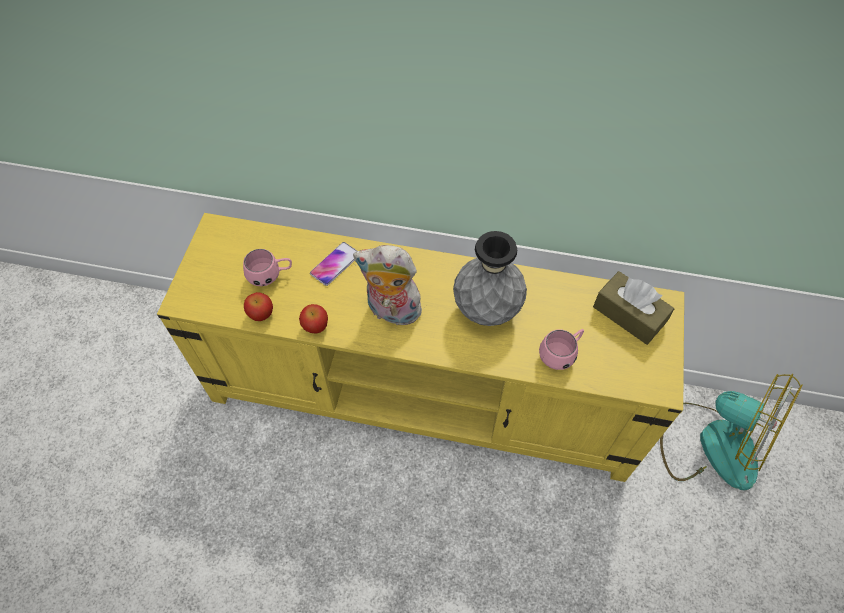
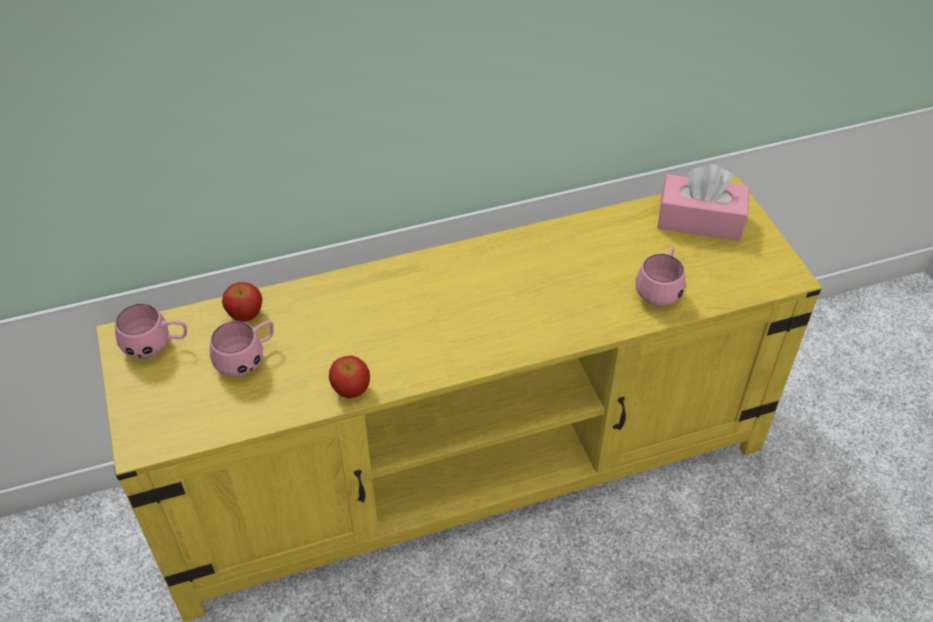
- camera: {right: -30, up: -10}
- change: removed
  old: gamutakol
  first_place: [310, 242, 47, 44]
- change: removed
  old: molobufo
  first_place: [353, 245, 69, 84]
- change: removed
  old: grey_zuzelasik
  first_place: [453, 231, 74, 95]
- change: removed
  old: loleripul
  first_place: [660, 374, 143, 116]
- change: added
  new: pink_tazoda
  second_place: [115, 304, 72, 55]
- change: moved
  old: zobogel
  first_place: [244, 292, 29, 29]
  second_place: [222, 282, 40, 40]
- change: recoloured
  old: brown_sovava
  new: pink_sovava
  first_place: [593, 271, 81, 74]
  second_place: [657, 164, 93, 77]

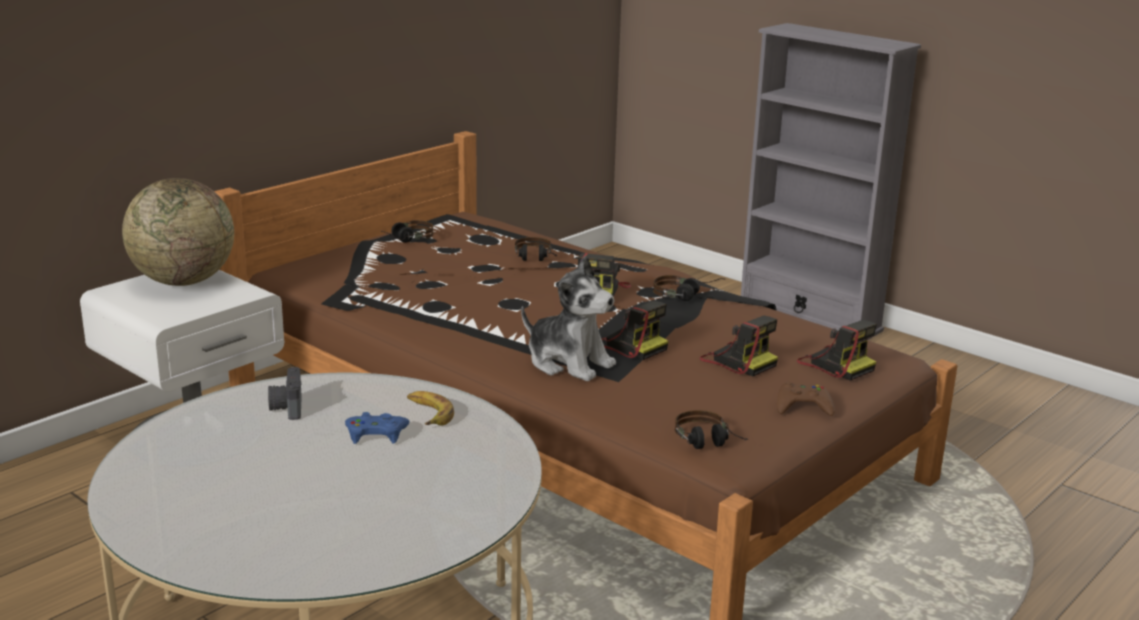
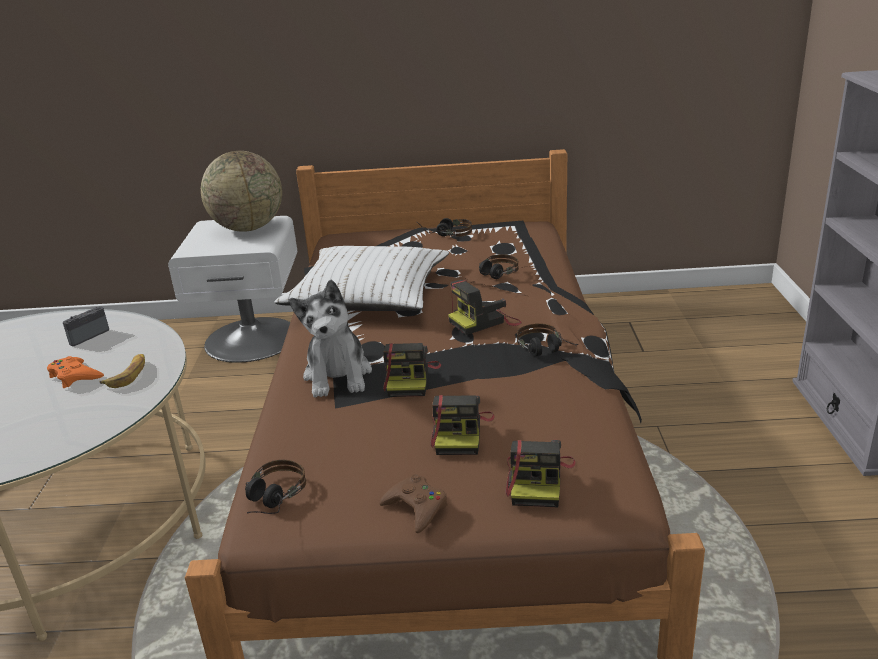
- camera: {right: 50, up: 5}
- change: added
  new: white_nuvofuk
  second_place: [274, 246, 175, 65]
- change: recoloured
  old: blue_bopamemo
  new: orange_bopamemo
  first_place: [345, 412, 64, 32]
  second_place: [47, 356, 57, 32]

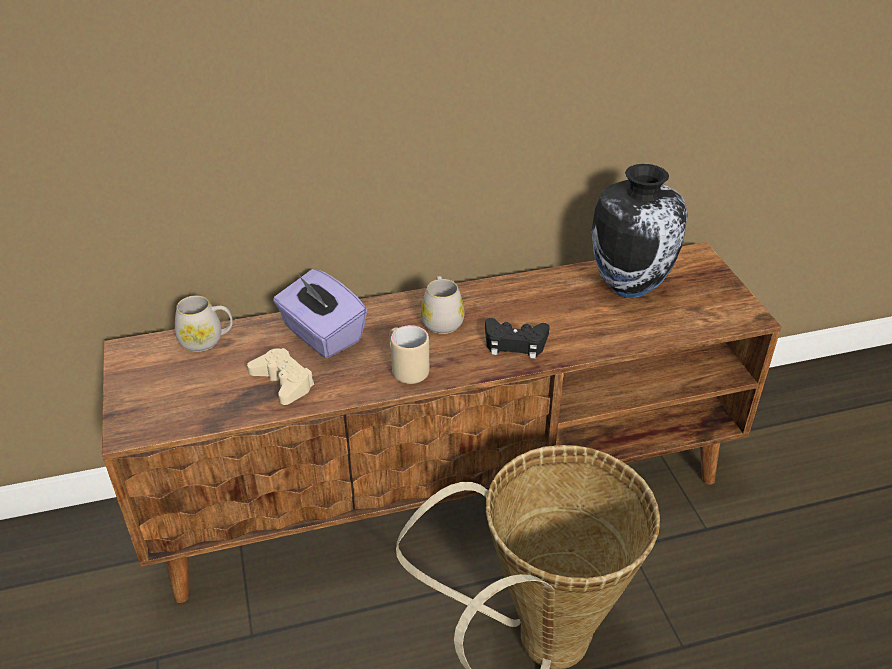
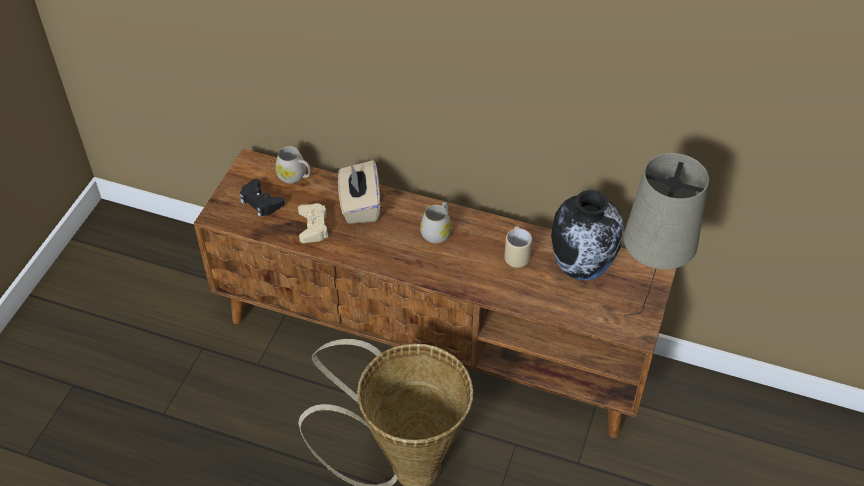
- camera: {right: 35, up: 10}
- change: added
  new: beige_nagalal
  second_place: [624, 153, 85, 163]
- change: moved
  old: beige_tazoda
  first_place: [389, 325, 40, 59]
  second_place: [504, 226, 28, 42]
- change: moved
  old: black_bopamemo
  first_place: [485, 318, 65, 41]
  second_place: [240, 178, 45, 39]
- change: recoloured
  old: purple_sovava
  new: beige_sovava
  first_place: [273, 269, 94, 89]
  second_place: [338, 160, 42, 64]

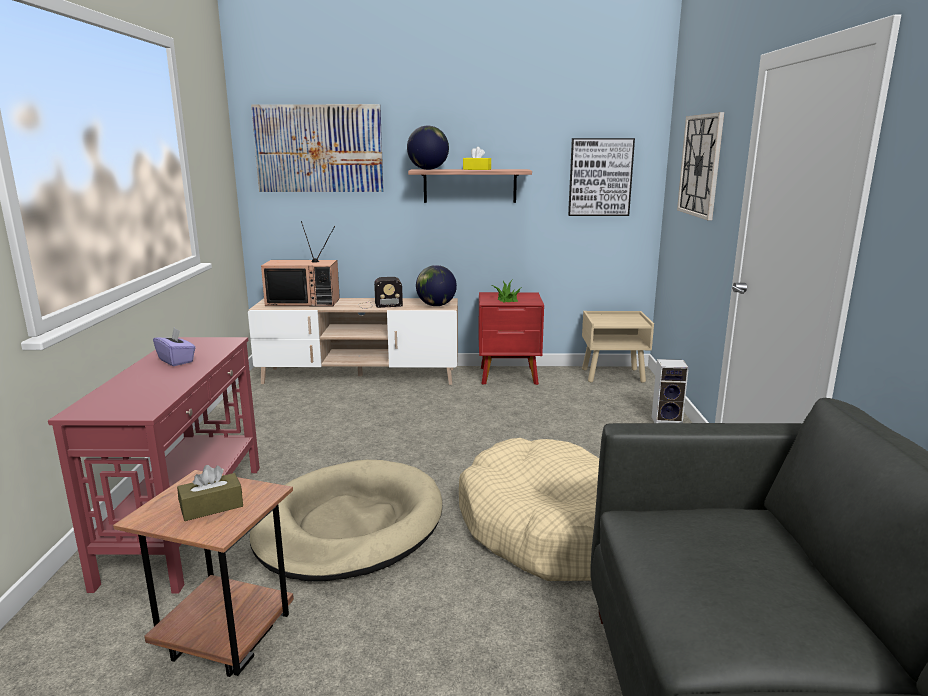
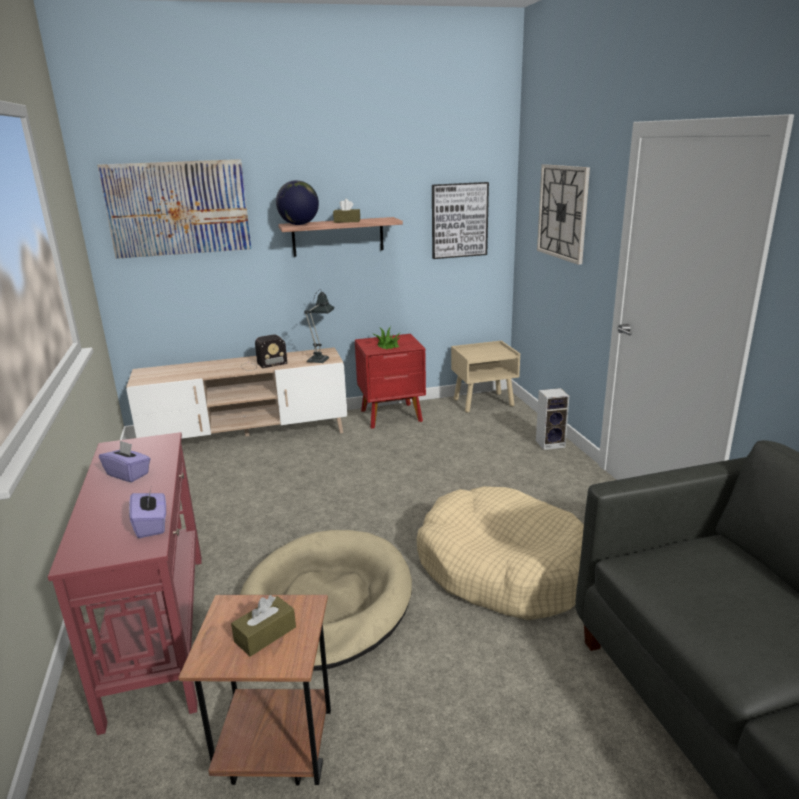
- camera: {right: -15, up: 5}
- change: removed
  old: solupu
  first_place: [261, 221, 79, 85]
- change: added
  new: purple_sovava
  second_place: [129, 485, 37, 53]
- change: replaced
  old: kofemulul
  new: nagalal
  first_place: [416, 265, 41, 41]
  second_place: [304, 289, 30, 74]
- change: recoloured
  old: yellow_sovava
  new: brown_sovava
  first_place: [463, 147, 28, 23]
  second_place: [333, 199, 27, 24]

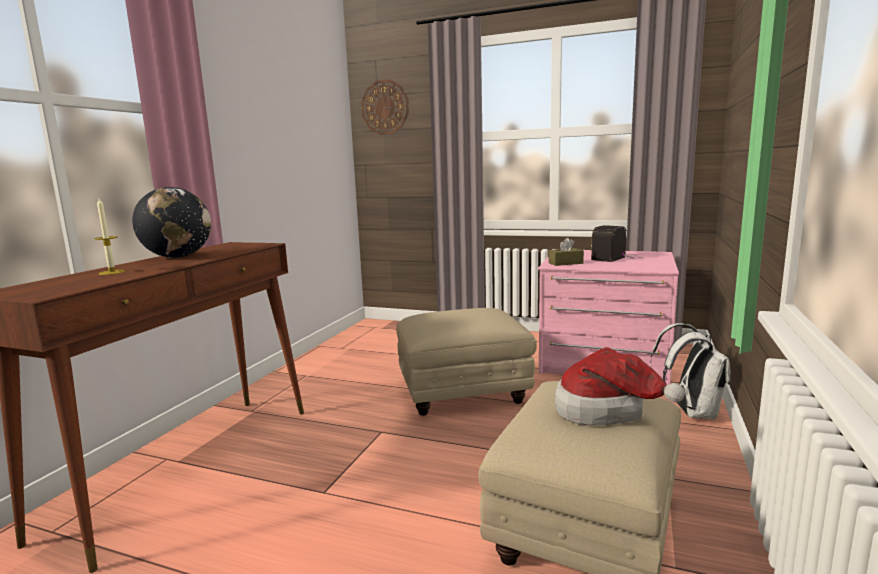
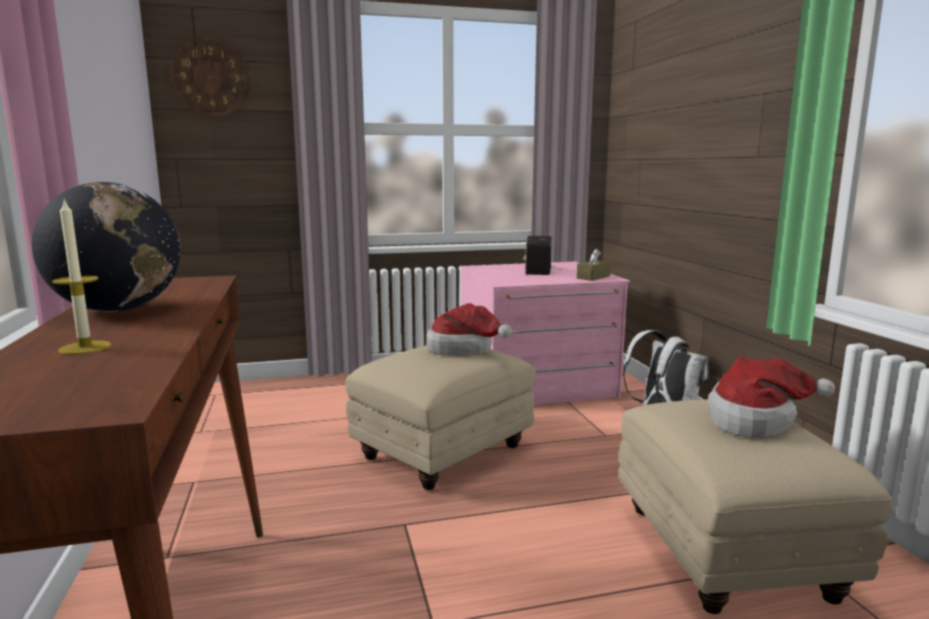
- camera: {right: -35, up: 0}
- change: added
  new: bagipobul
  second_place: [427, 303, 85, 52]
- change: moved
  old: brown_sovava
  first_place: [548, 238, 36, 28]
  second_place: [577, 249, 34, 32]

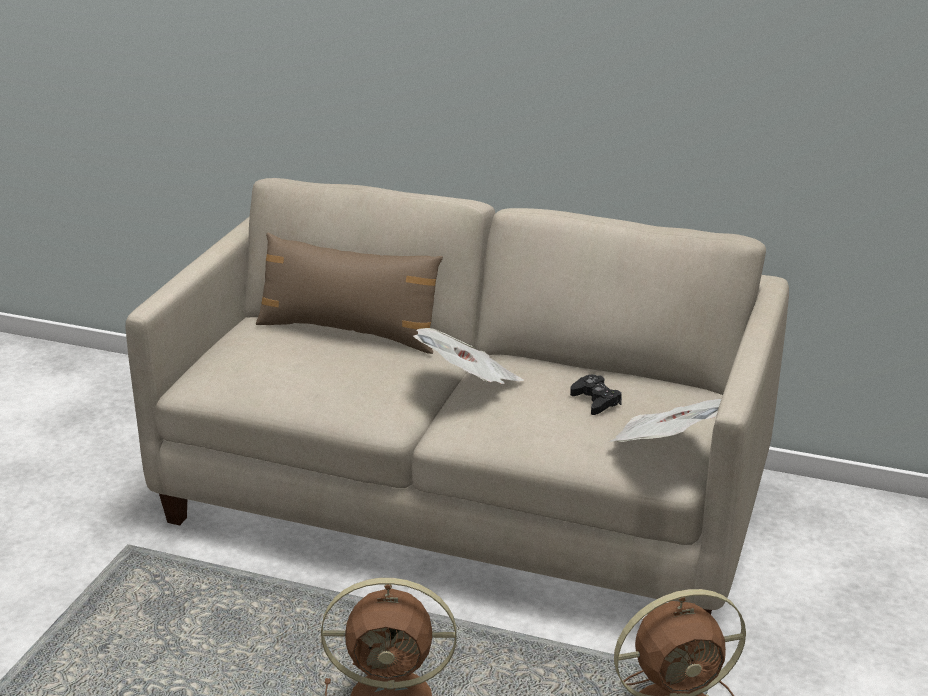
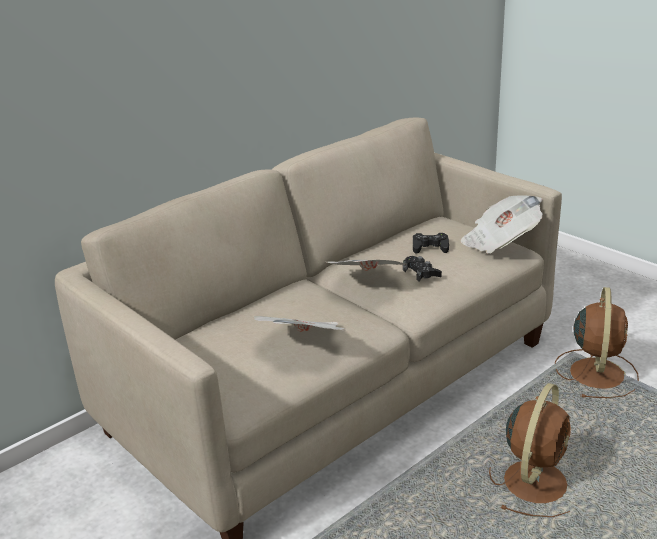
- camera: {right: -60, up: 0}
- change: removed
  old: brown_nuvofuk
  first_place: [256, 233, 187, 121]
- change: added
  new: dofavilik
  second_place: [253, 316, 92, 16]
- change: added
  new: black_bopamemo
  second_place: [403, 256, 39, 26]

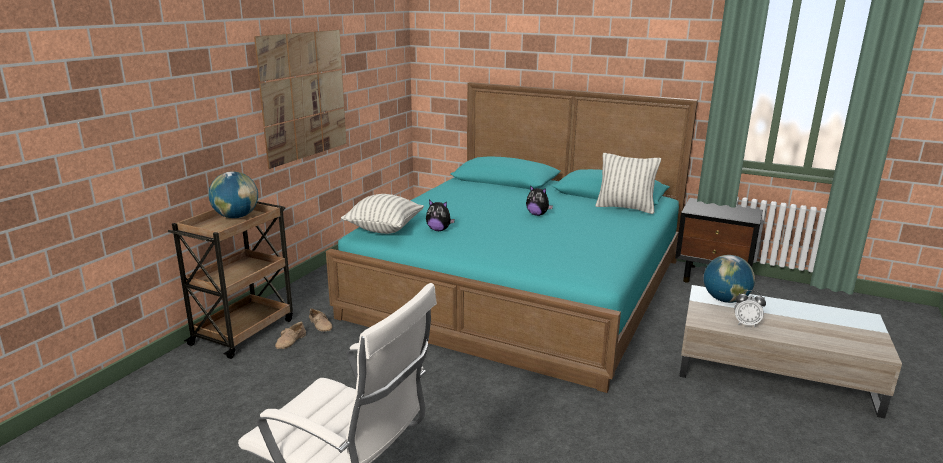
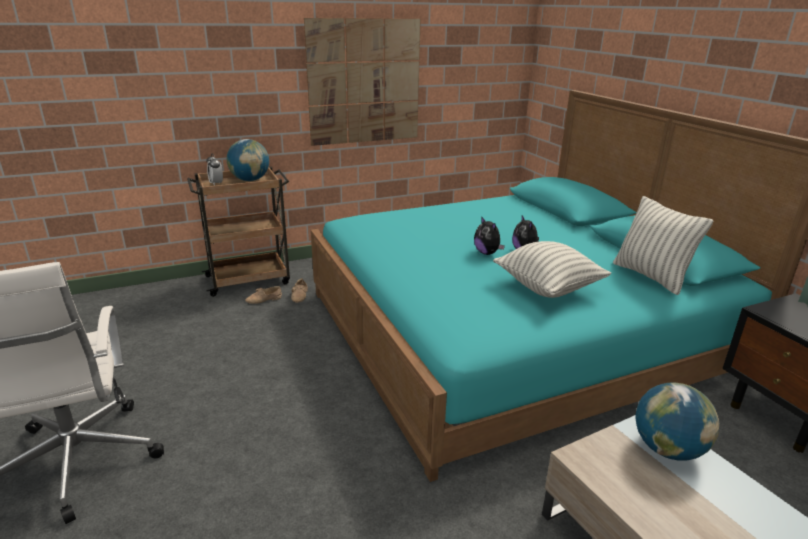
- camera: {right: 40, up: 5}
- change: moved
  old: nuvofuk
  first_place: [341, 194, 83, 40]
  second_place: [493, 241, 118, 57]
- change: moved
  old: molobufo
  first_place: [426, 200, 29, 31]
  second_place: [474, 216, 31, 39]
- change: moved
  old: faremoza
  first_place: [735, 290, 31, 37]
  second_place: [206, 153, 17, 33]

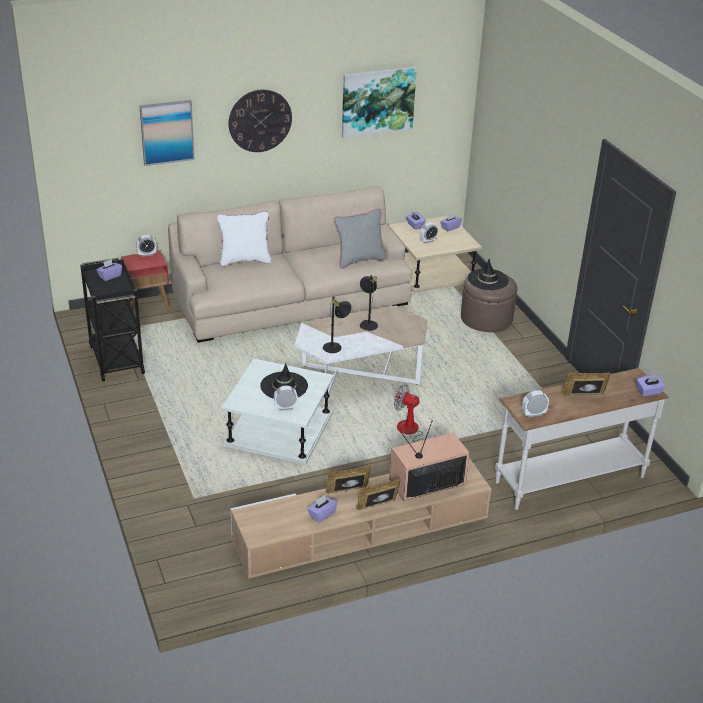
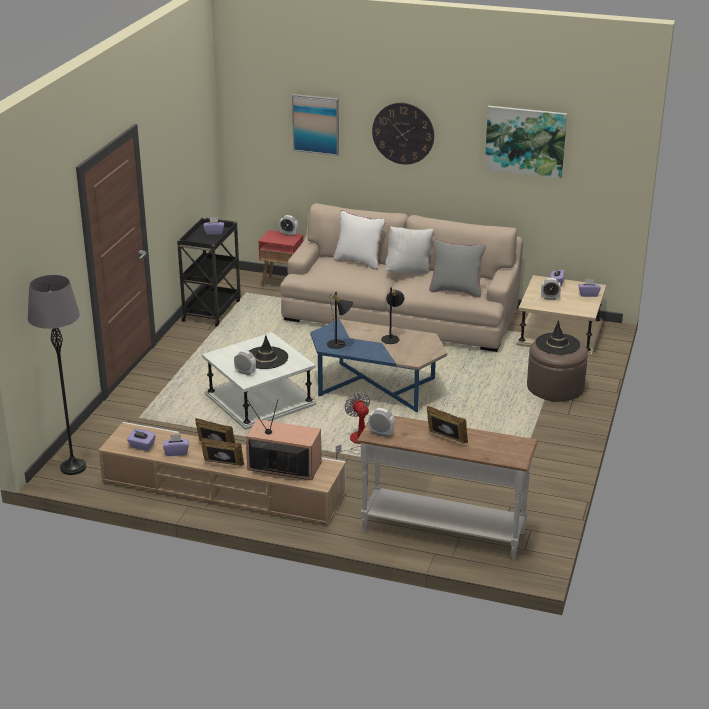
- camera: {right: 40, up: -5}
- change: added
  new: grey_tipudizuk
  second_place: [28, 275, 58, 200]
- change: added
  new: white_nuvofuk
  second_place: [385, 226, 49, 48]
- change: moved
  old: purple_sovava
  first_place: [637, 375, 29, 21]
  second_place: [127, 429, 29, 22]
- change: recoloured
  old: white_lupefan
  new: blue_lupefan
  first_place: [294, 306, 133, 98]
  second_place: [310, 319, 137, 93]

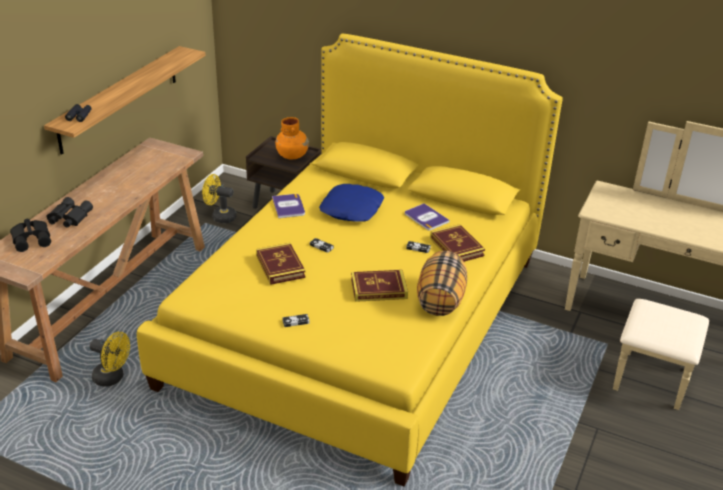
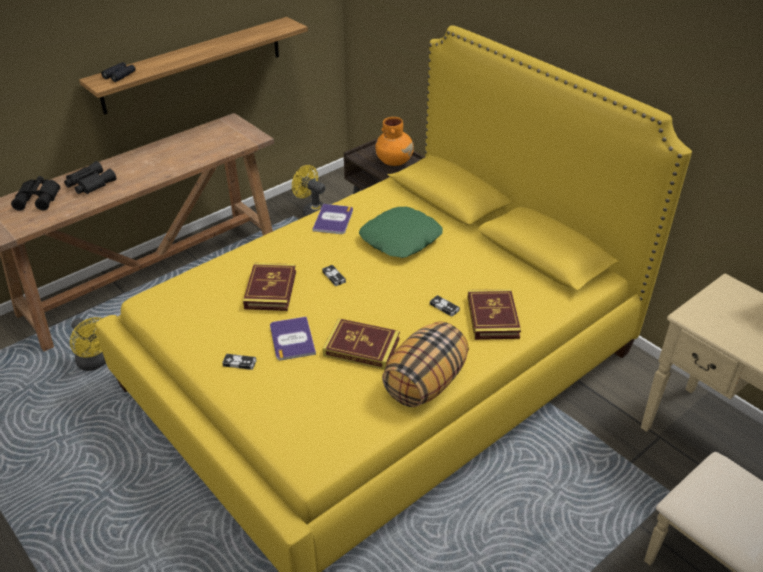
- camera: {right: 25, up: 5}
- change: moved
  old: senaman
  first_place: [405, 203, 45, 27]
  second_place: [270, 316, 46, 44]
- change: recoloured
  old: blue_nuvofuk
  new: green_nuvofuk
  first_place: [319, 184, 65, 38]
  second_place: [359, 207, 84, 51]

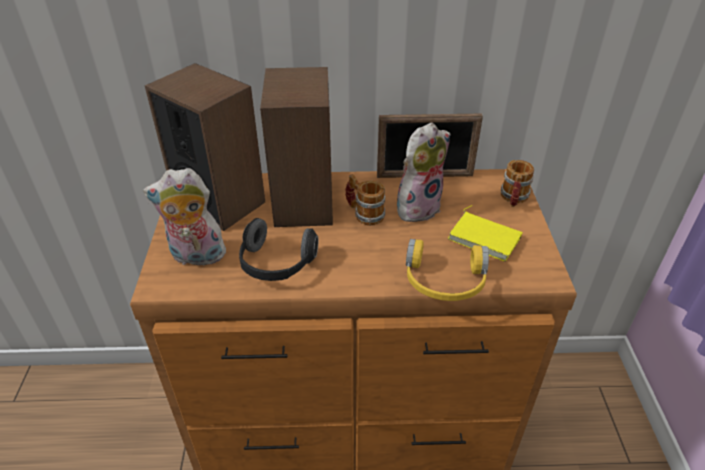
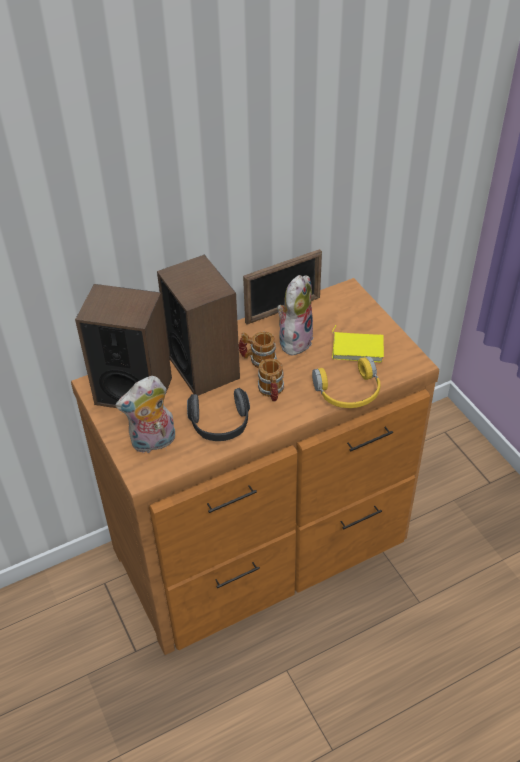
- camera: {right: -25, up: 5}
- change: moved
  old: tazoda
  first_place: [501, 160, 33, 47]
  second_place: [258, 358, 26, 44]

